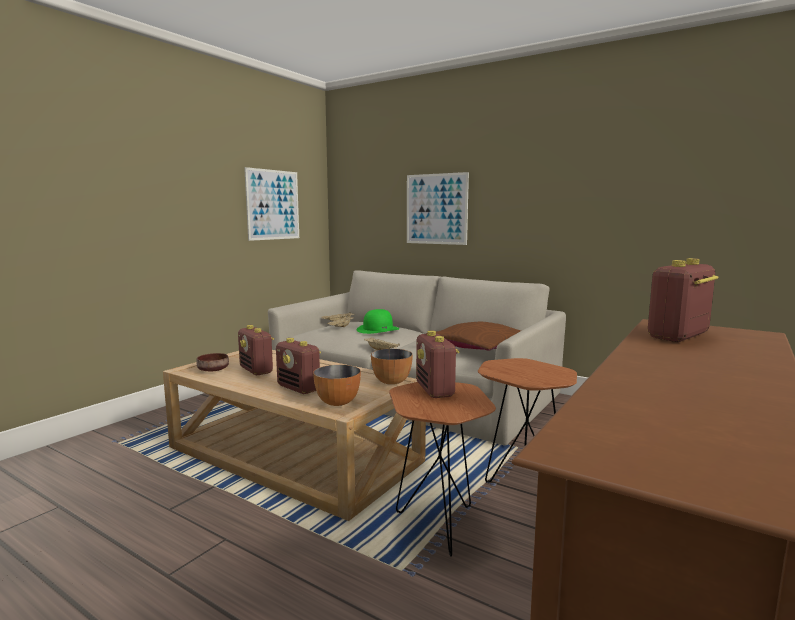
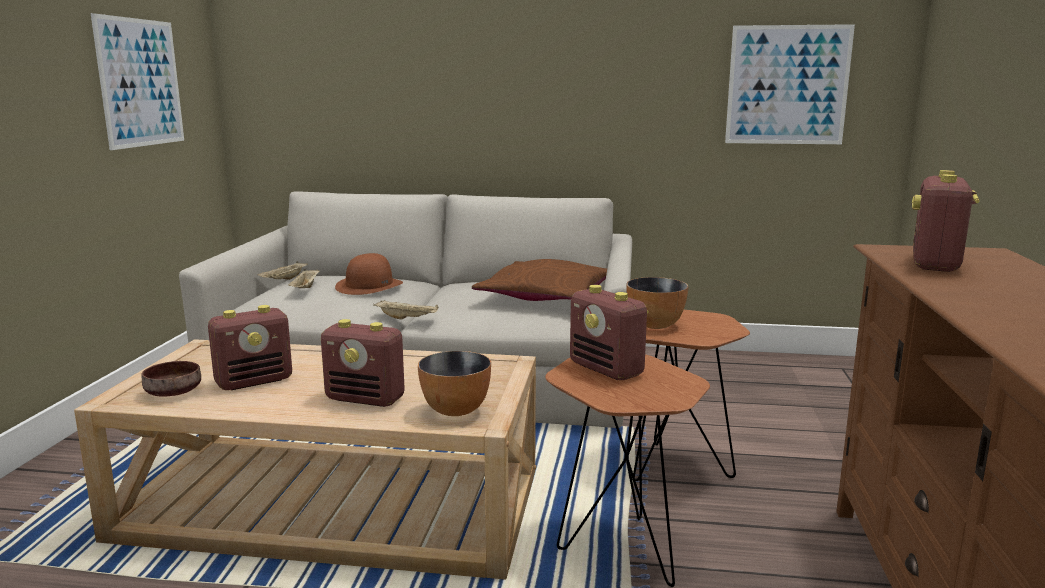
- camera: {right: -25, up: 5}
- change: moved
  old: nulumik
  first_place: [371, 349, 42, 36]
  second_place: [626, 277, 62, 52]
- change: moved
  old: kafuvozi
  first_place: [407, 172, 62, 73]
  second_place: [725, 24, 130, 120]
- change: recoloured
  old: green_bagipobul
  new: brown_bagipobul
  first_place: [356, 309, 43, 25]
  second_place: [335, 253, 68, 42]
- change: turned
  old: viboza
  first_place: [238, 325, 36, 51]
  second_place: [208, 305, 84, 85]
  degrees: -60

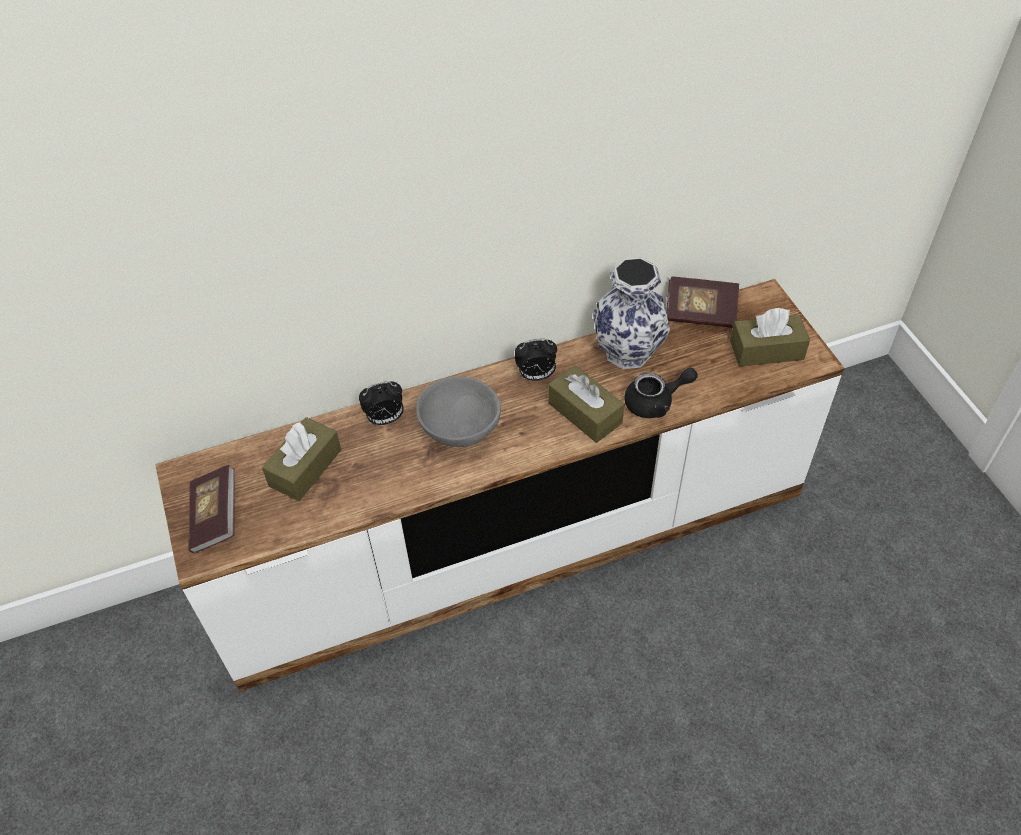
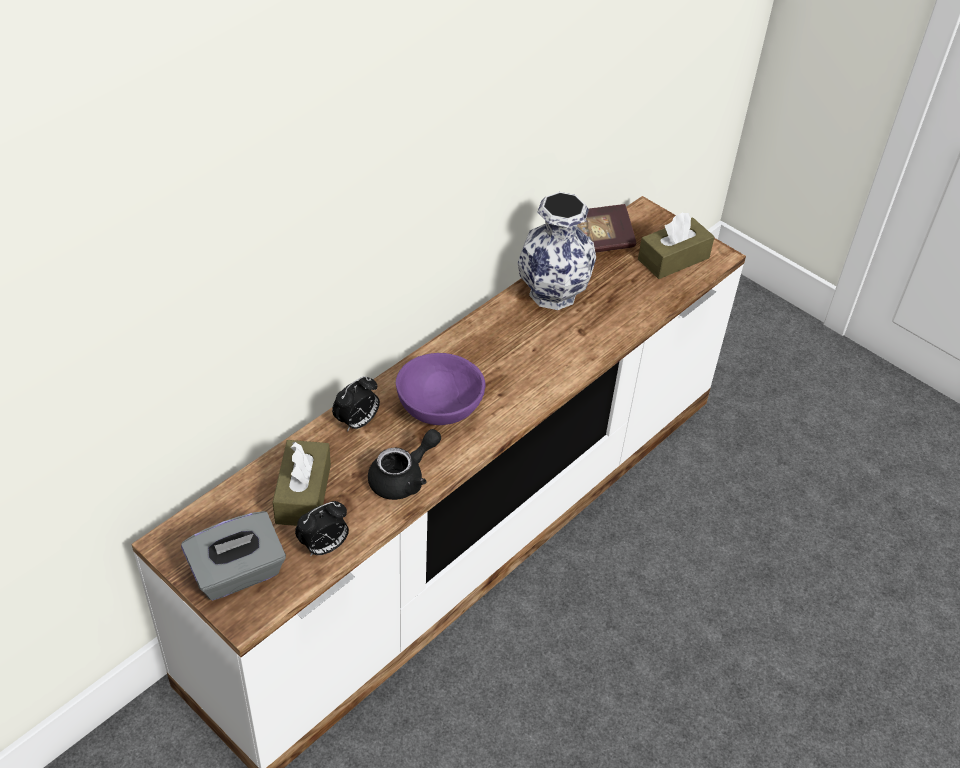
- camera: {right: -30, up: -5}
- change: removed
  old: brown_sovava
  first_place: [548, 365, 76, 78]
- change: moved
  old: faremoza
  first_place: [515, 338, 42, 43]
  second_place: [295, 501, 54, 55]
- change: moved
  old: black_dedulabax
  first_place: [624, 368, 74, 50]
  second_place: [368, 429, 73, 71]
- change: replaced
  old: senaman
  new: grey_sovava
  first_place: [188, 465, 47, 89]
  second_place: [181, 511, 105, 89]
- change: recoloured
  old: grey_nulumik
  new: purple_nulumik
  first_place: [416, 377, 85, 70]
  second_place: [396, 353, 90, 72]

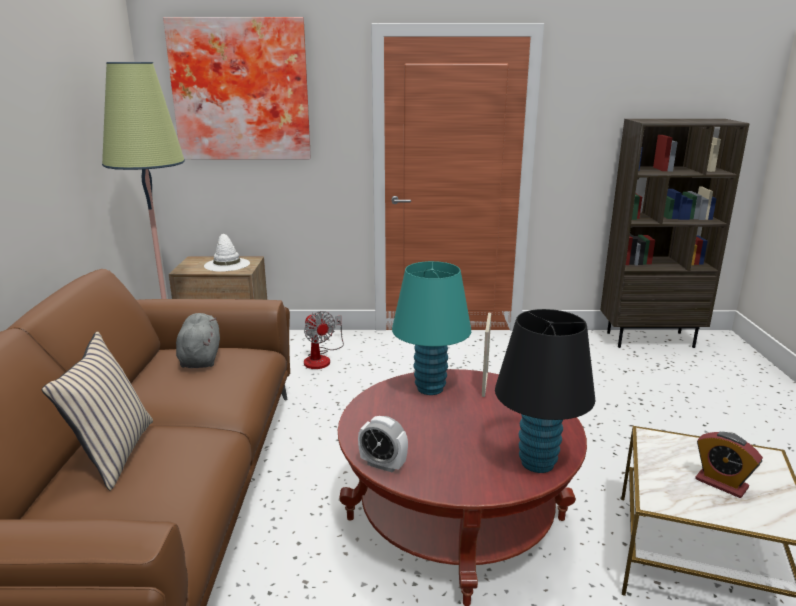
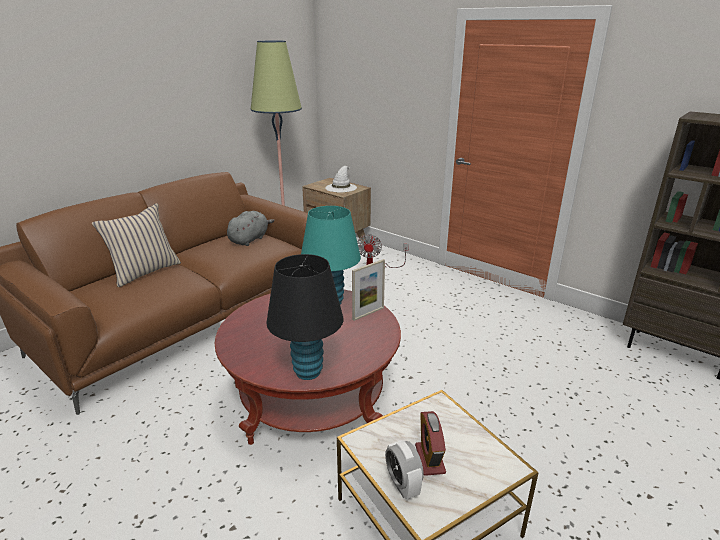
- camera: {right: 40, up: 5}
- change: removed
  old: kafuvozi
  first_place: [163, 17, 148, 142]
- change: moved
  old: faremoza
  first_place: [358, 416, 50, 57]
  second_place: [385, 441, 39, 59]

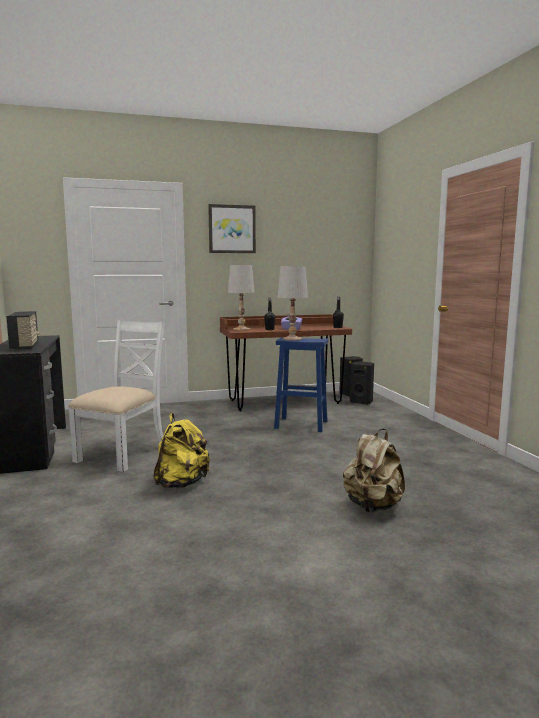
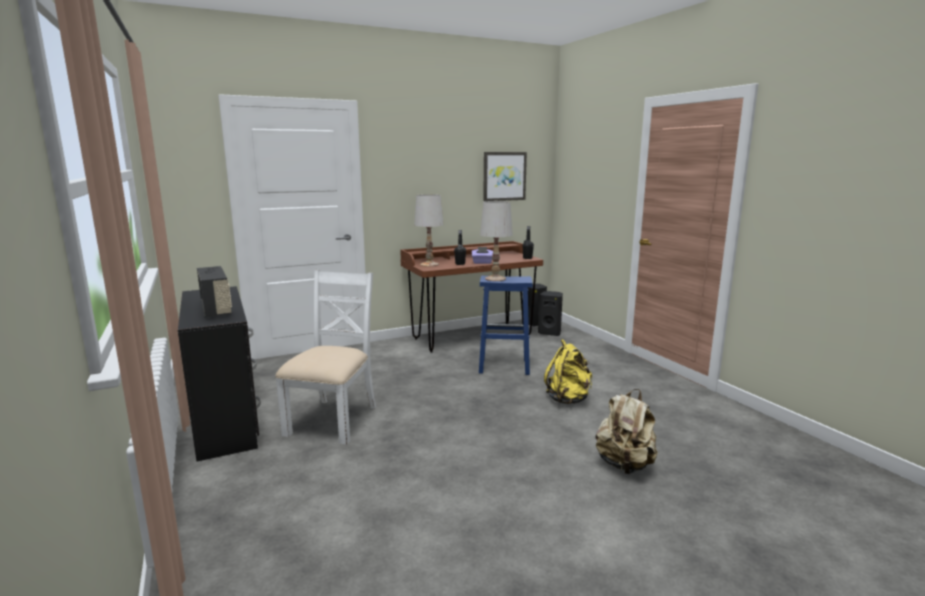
- camera: {right: -10, up: 5}
- change: moved
  old: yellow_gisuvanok
  first_place: [153, 413, 57, 76]
  second_place: [544, 339, 48, 65]
- change: moved
  old: kafuvozi
  first_place: [208, 204, 48, 49]
  second_place: [483, 152, 44, 49]

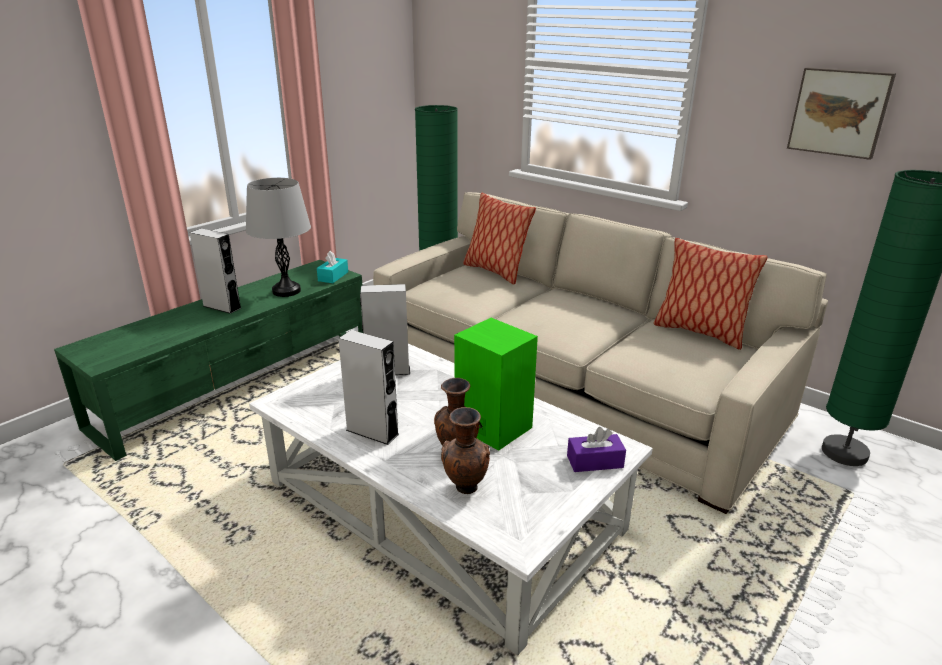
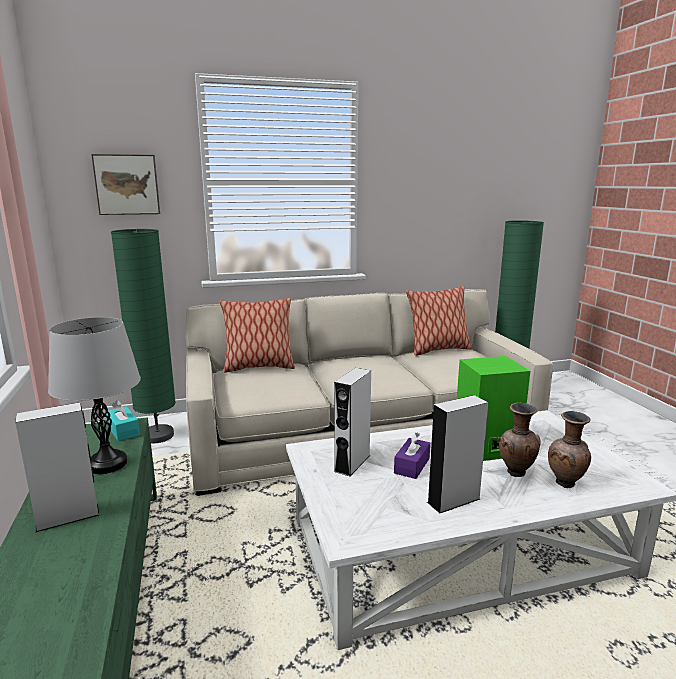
- camera: {right: -55, up: -10}
- change: moved
  old: purple_sovava
  first_place: [567, 427, 59, 45]
  second_place: [394, 432, 36, 47]
- change: moved
  old: kafuvozi
  first_place: [787, 67, 109, 93]
  second_place: [91, 154, 69, 61]

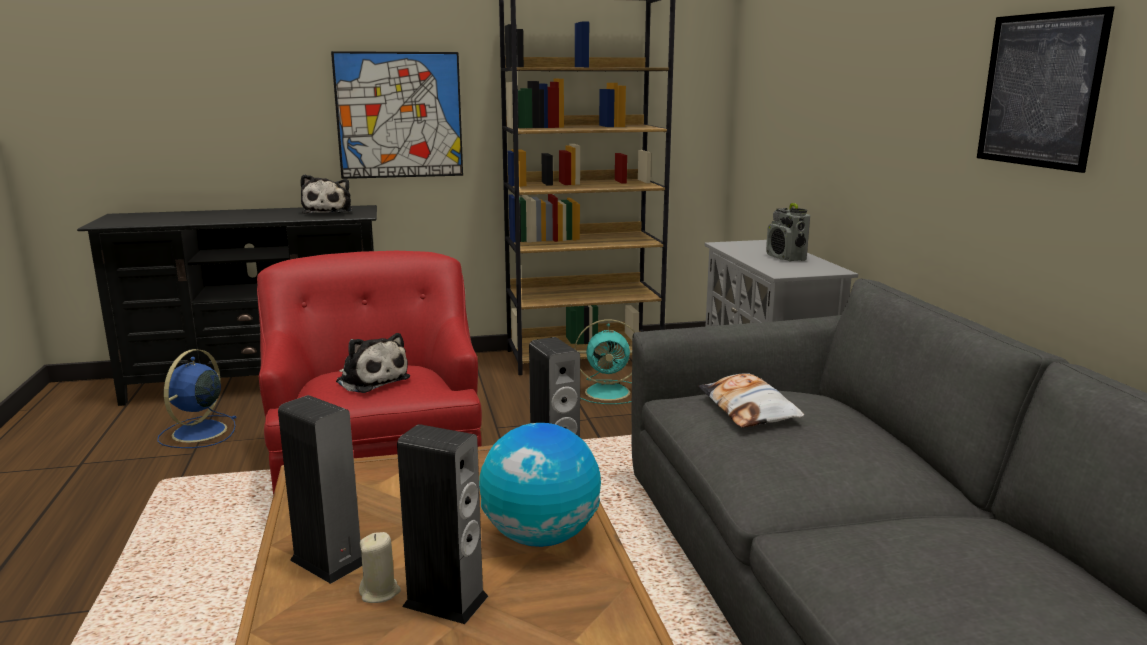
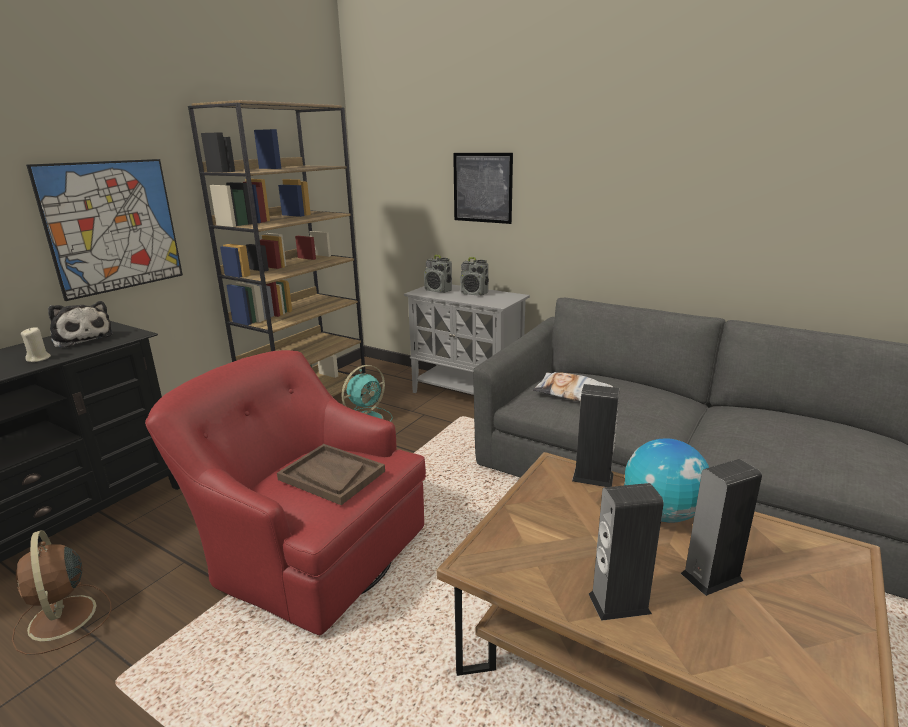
- camera: {right: -45, up: 5}
- change: added
  new: viboza
  second_place: [424, 255, 28, 38]
- change: moved
  old: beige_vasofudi
  first_place: [359, 532, 42, 71]
  second_place: [21, 327, 30, 35]
- change: moved
  old: kafuvozi
  first_place: [977, 6, 138, 167]
  second_place: [453, 153, 60, 71]
- change: replaced
  old: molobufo
  new: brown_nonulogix
  first_place: [336, 333, 74, 60]
  second_place: [277, 444, 108, 61]
- change: recoloured
  old: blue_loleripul
  new: brown_loleripul
  first_place: [157, 349, 79, 99]
  second_place: [12, 530, 100, 125]

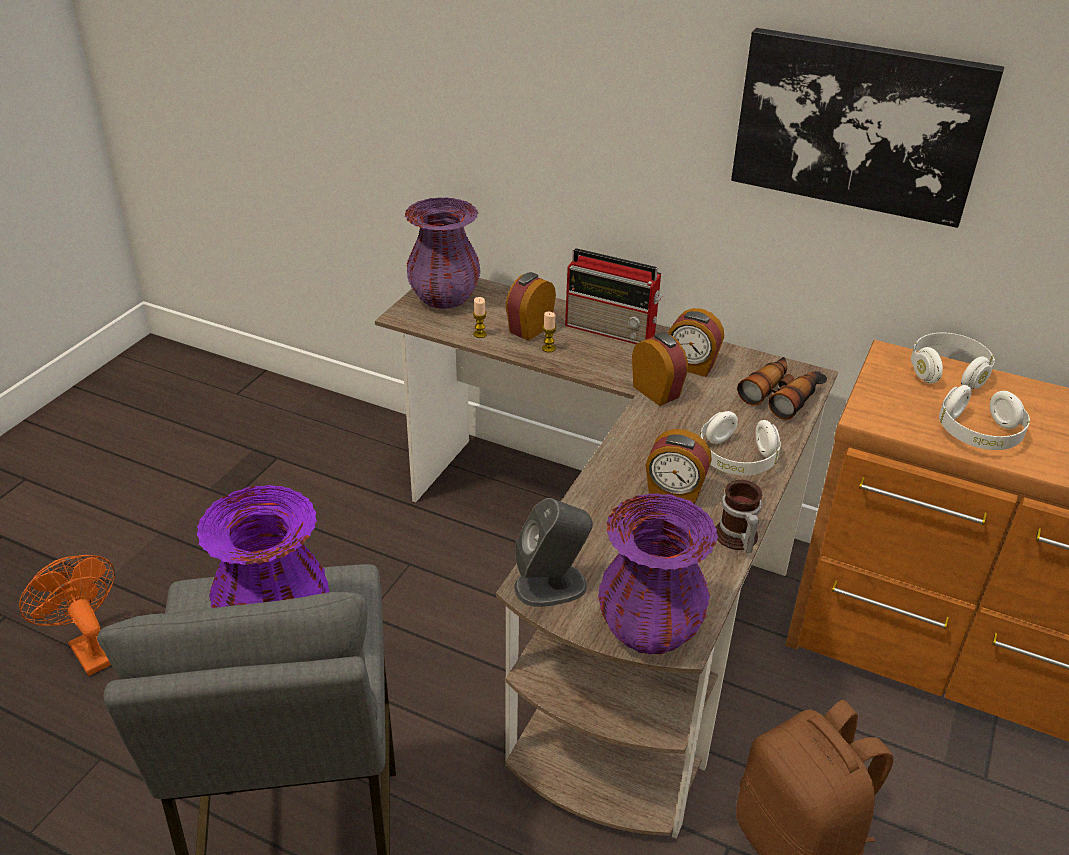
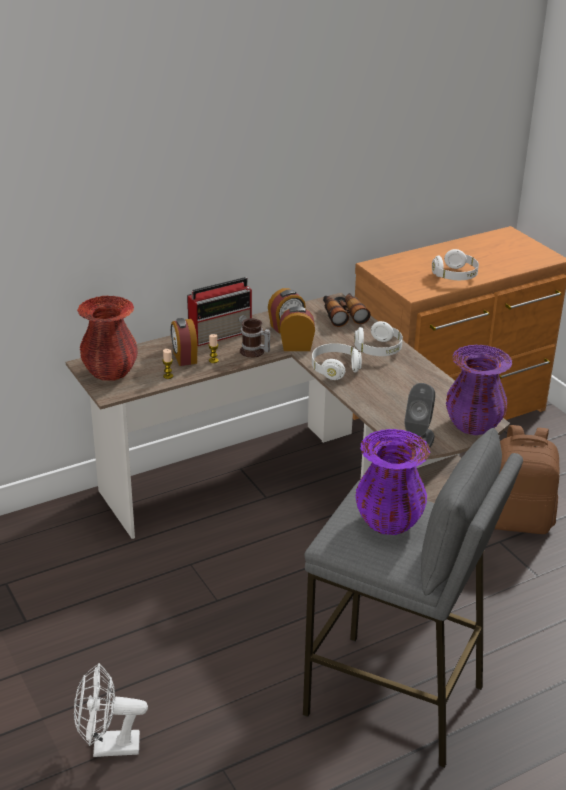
- camera: {right: -55, up: -5}
- change: removed
  old: faremoza
  first_place: [646, 429, 66, 75]
- change: removed
  old: kafuvozi
  first_place: [731, 28, 273, 200]
- change: moved
  old: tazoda
  first_place: [716, 480, 46, 73]
  second_place: [240, 318, 30, 40]
- change: moved
  old: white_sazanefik
  first_place: [911, 332, 84, 58]
  second_place: [312, 343, 50, 37]
- change: recoloured
  old: orange_loleripul
  new: white_loleripul
  first_place: [19, 555, 96, 121]
  second_place: [74, 663, 74, 94]
- change: recoloured
  old: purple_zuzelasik
  new: red_zuzelasik
  first_place: [405, 197, 75, 112]
  second_place: [77, 296, 61, 85]

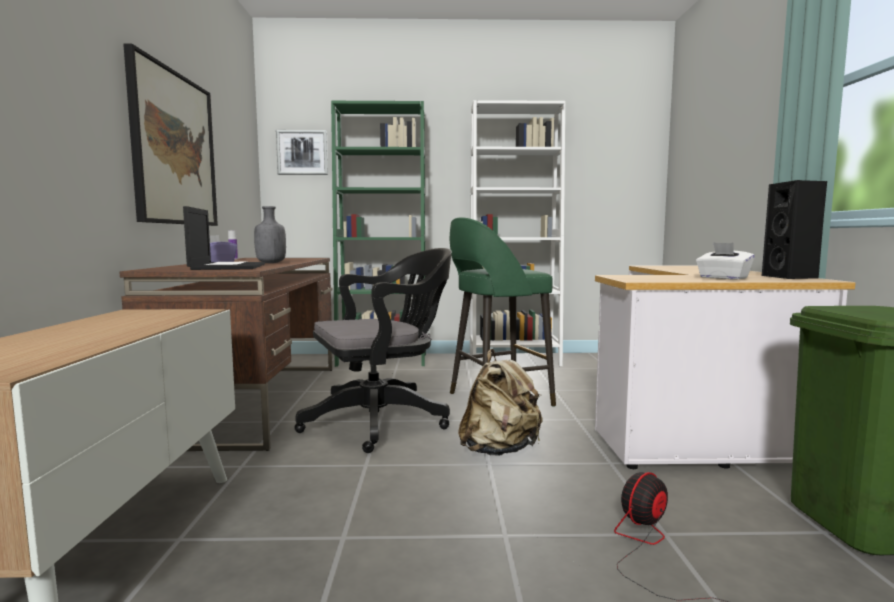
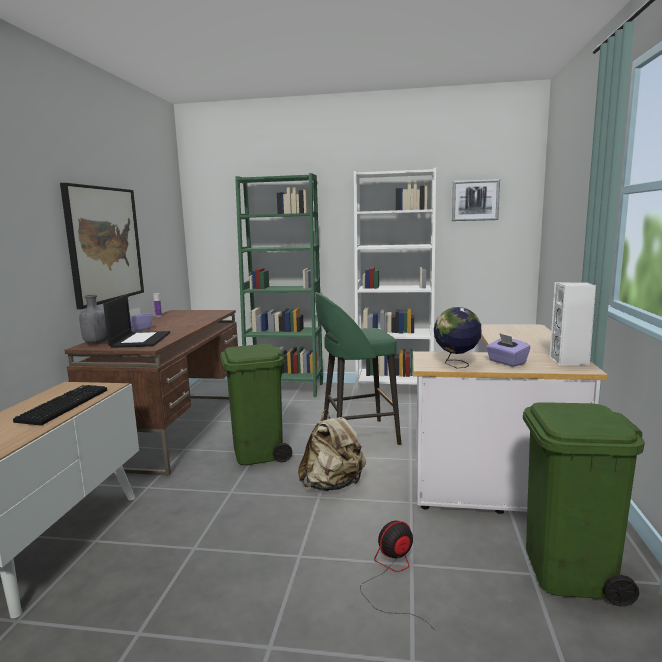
- camera: {right: 10, up: 5}
- change: added
  new: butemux
  second_place: [13, 385, 94, 40]
- change: added
  new: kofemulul
  second_place: [434, 307, 47, 61]
- change: moved
  old: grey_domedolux
  first_place: [254, 206, 32, 57]
  second_place: [79, 295, 29, 49]
- change: moved
  old: kafuvozi
  first_place: [276, 130, 52, 45]
  second_place: [452, 179, 48, 42]
- change: replaced
  old: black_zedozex
  new: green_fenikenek
  first_place: [294, 248, 158, 205]
  second_place: [220, 344, 72, 121]
- change: recoloured
  old: white_sovava
  new: purple_sovava
  first_place: [696, 242, 59, 37]
  second_place: [486, 333, 44, 34]
- change: recoloured
  old: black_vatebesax
  new: white_vatebesax
  first_place: [762, 180, 65, 99]
  second_place: [550, 282, 46, 84]

